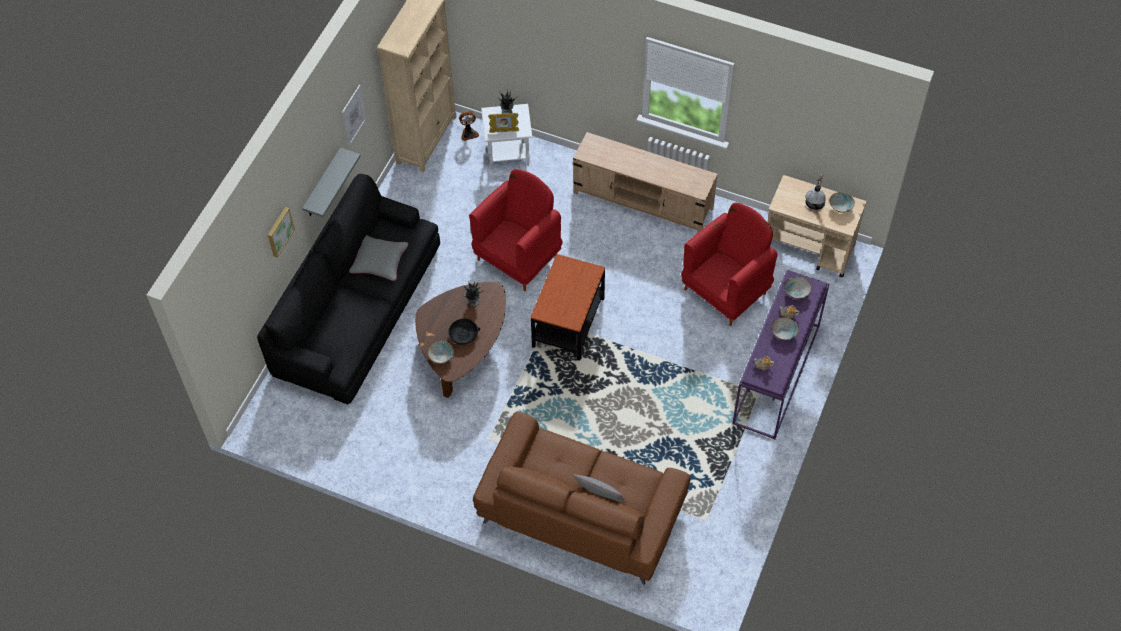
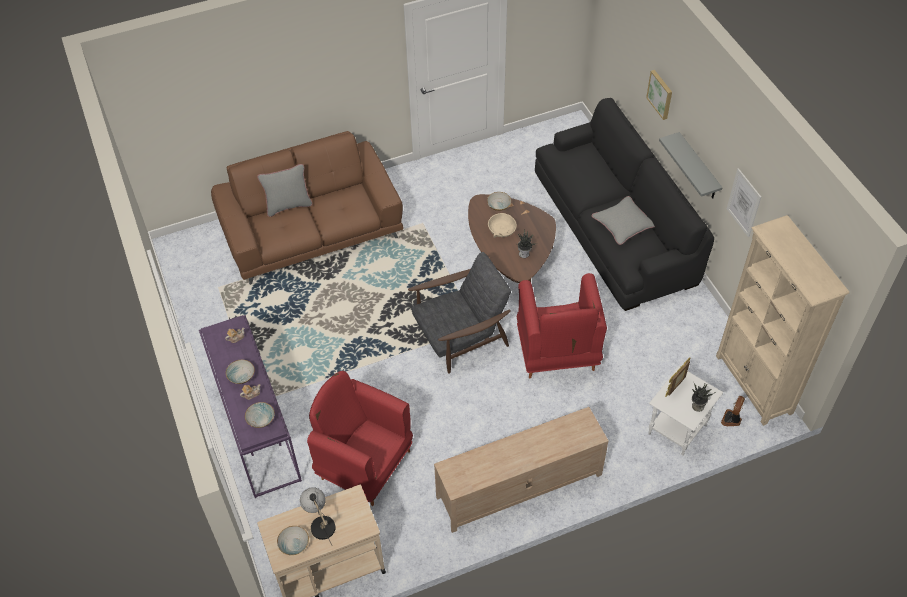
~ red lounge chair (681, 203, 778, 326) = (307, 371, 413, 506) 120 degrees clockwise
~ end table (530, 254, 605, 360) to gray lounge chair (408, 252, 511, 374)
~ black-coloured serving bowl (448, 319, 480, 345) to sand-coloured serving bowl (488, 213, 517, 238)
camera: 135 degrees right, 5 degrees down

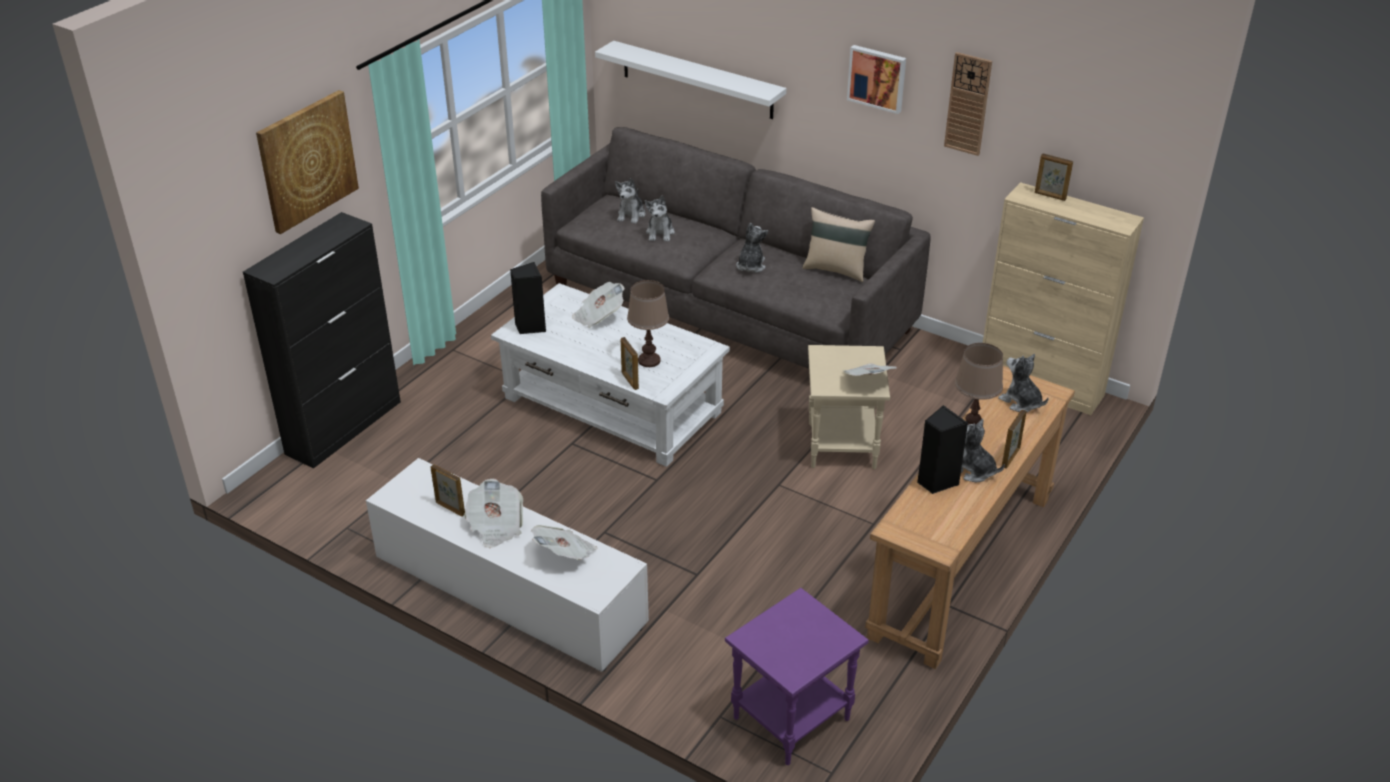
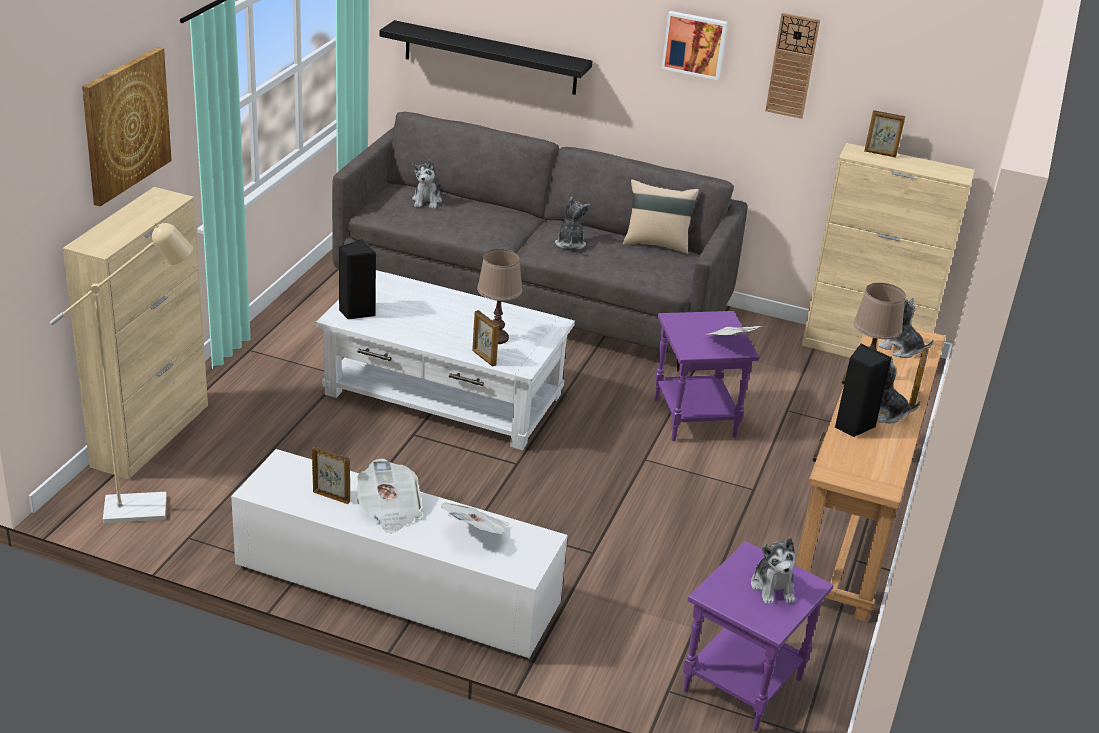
~ whitish wall shelf (595, 41, 786, 119) to black-coloured wall shelf (379, 20, 592, 95)
~ soft toy (645, 196, 675, 242) to (751, 538, 795, 605)
~ black-coloured cabinet (243, 212, 401, 469) to sand-coloured cabinet (63, 187, 208, 479)
- printed paper (572, 282, 625, 328)
~ sand-coloured end table (808, 345, 890, 469) to purple end table (654, 311, 759, 441)
+ sand-coloured floor lamp (50, 222, 193, 523)
camera: 15 degrees left, 5 degrees down

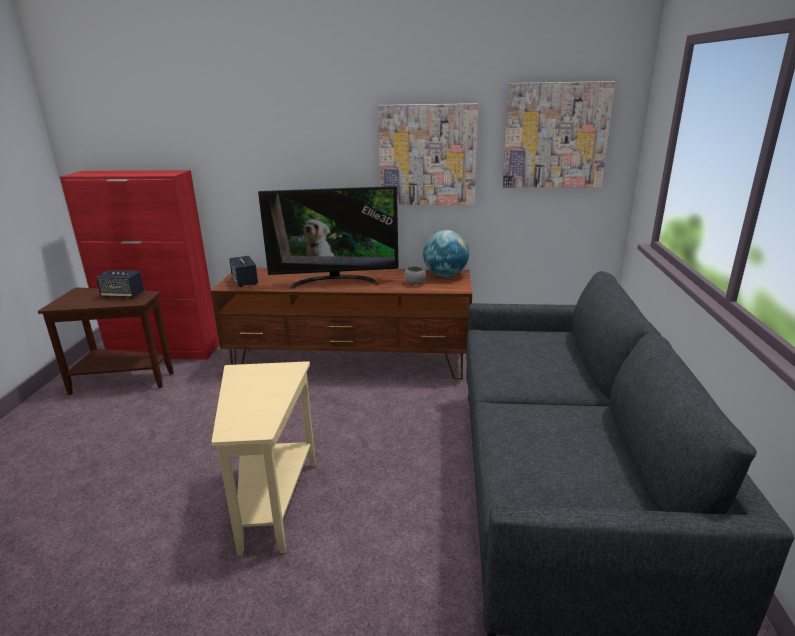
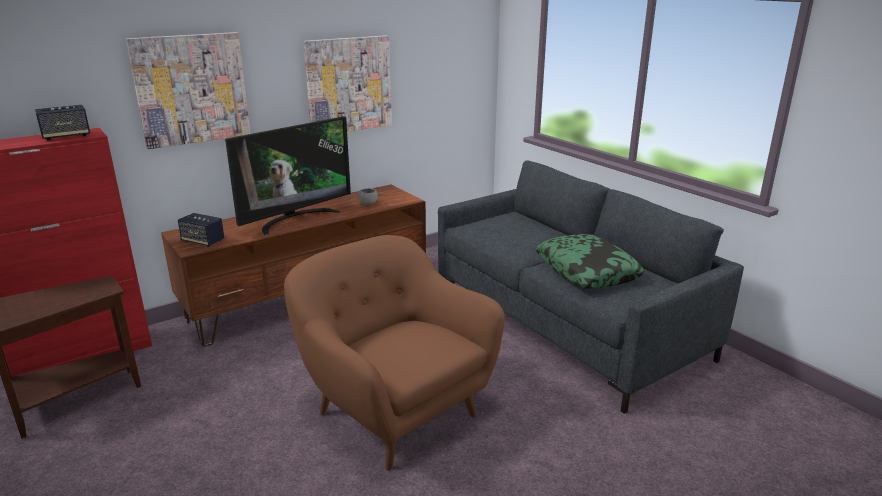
~ picture (503, 81, 615, 187) to (126, 32, 251, 149)
- globe (423, 230, 469, 277)
~ loudspeaker (96, 270, 144, 298) to (35, 105, 90, 140)
~ sand-coloured end table (212, 361, 316, 556) to brownish lounge chair (284, 235, 505, 471)
+ throw pillow (535, 234, 645, 289)
camera: 40 degrees left, 0 degrees up

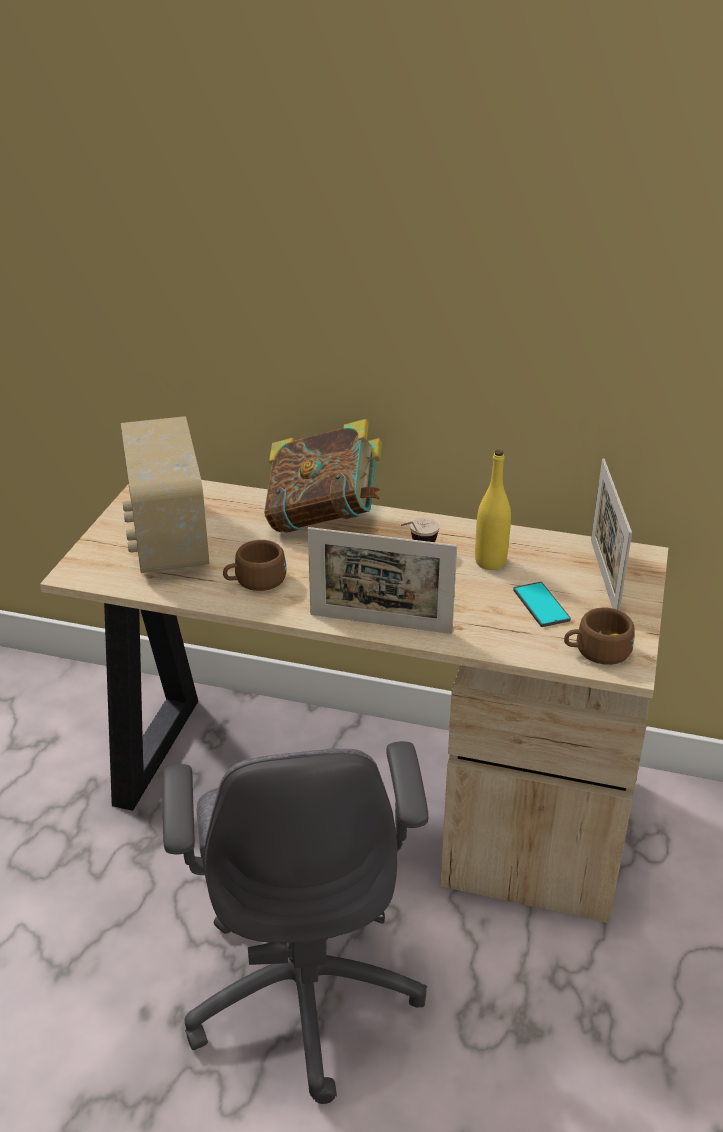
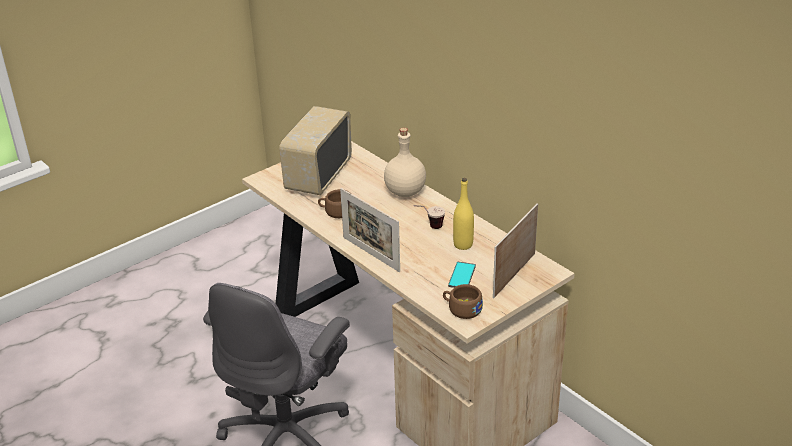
~ bound book (264, 419, 382, 533) to sand-coloured bottle (384, 128, 426, 197)
camera: 35 degrees right, 0 degrees up

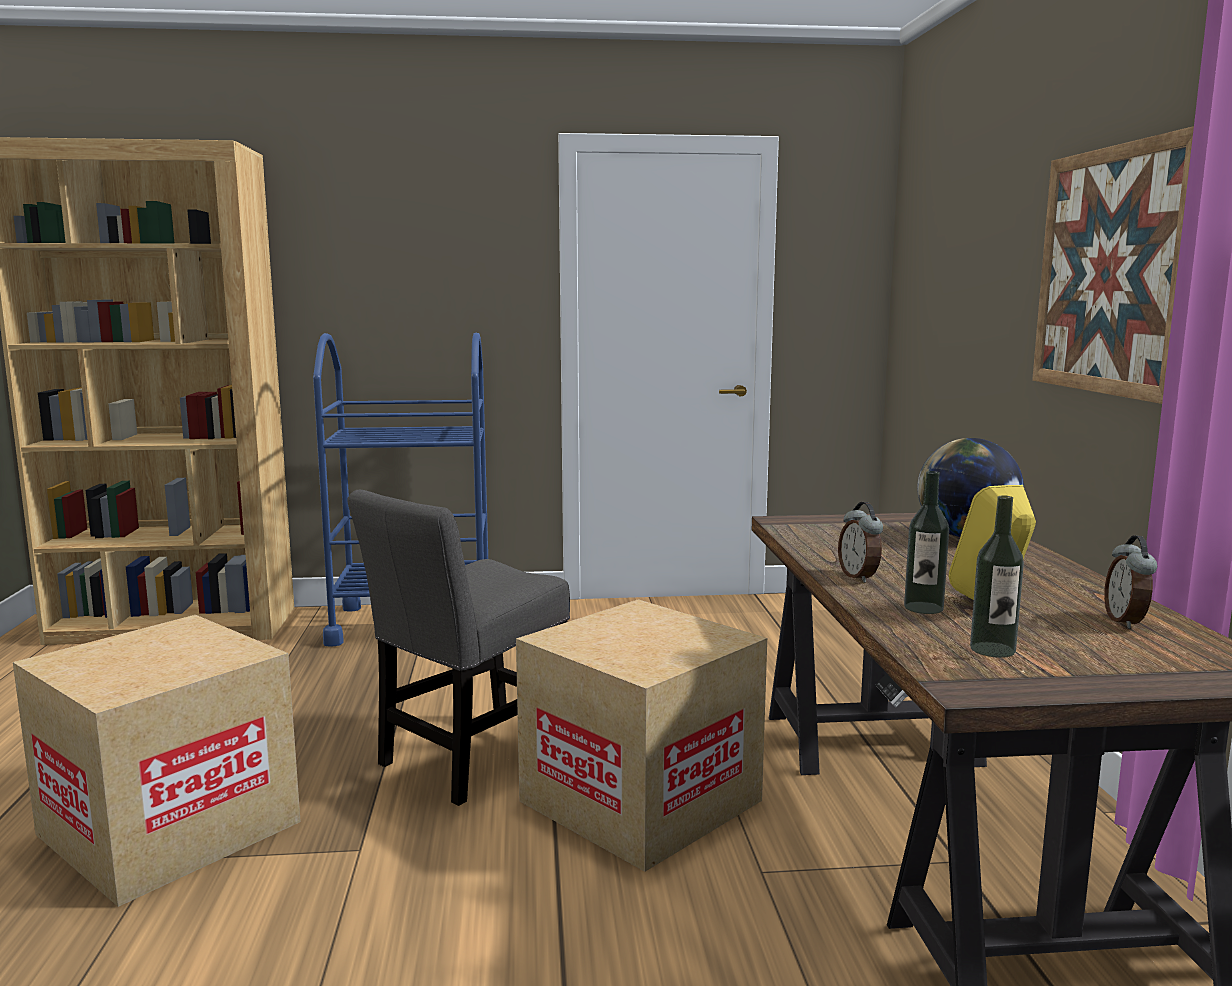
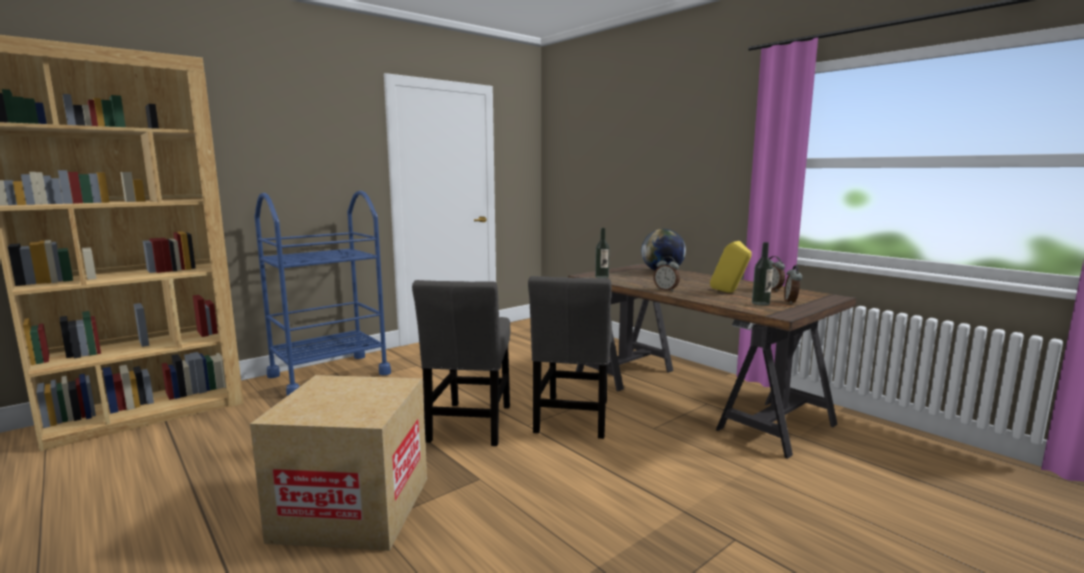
- picture (1032, 126, 1194, 404)
~ bottle (904, 471, 949, 614) to (595, 228, 610, 278)
~ cardboard box (516, 599, 767, 872) to gray upright chair (528, 276, 612, 439)
+ alarm clock (784, 265, 803, 304)
camera: 35 degrees left, 0 degrees up

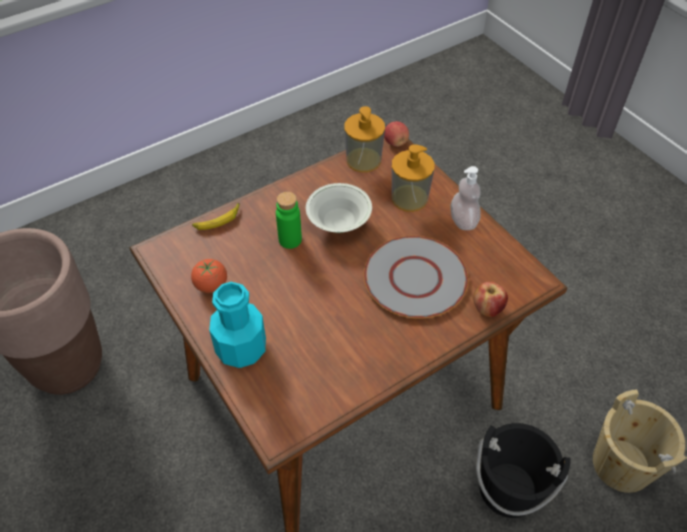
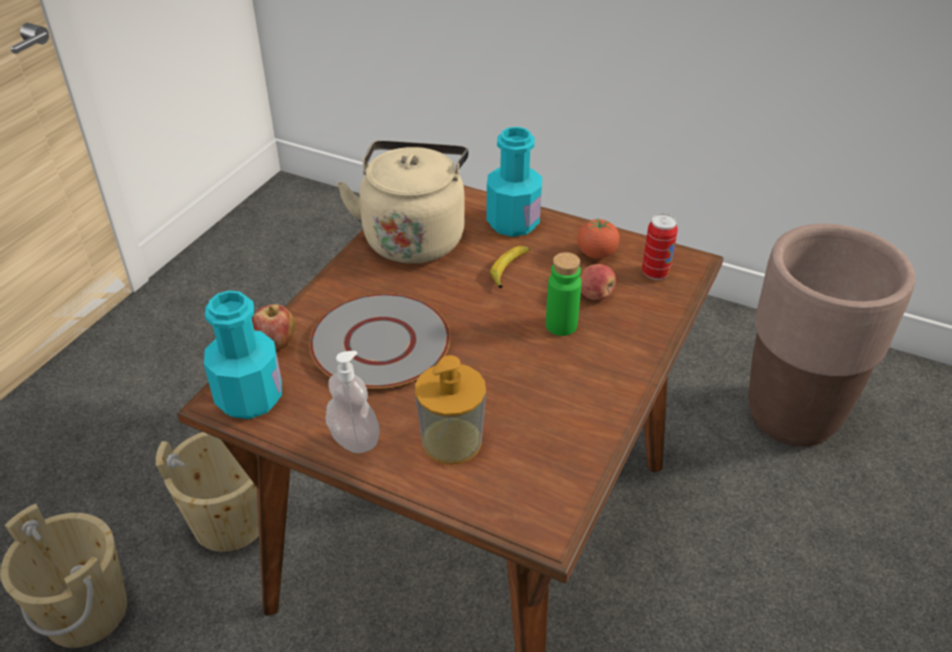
- soap bottle (344, 106, 385, 172)
~ apple fruit (384, 121, 409, 147) to (580, 264, 616, 300)
- whitish serving bowl (306, 183, 372, 233)
~ whole banana (192, 203, 240, 230) to (490, 245, 530, 288)
~ black-coloured bucket (476, 423, 570, 518) to sand-coloured bucket (156, 432, 259, 552)
+ sand-coloured water kettle (337, 140, 468, 264)
+ metal can (642, 214, 678, 280)
+ turquoise bottle (204, 290, 282, 419)
camera: 150 degrees right, 10 degrees down

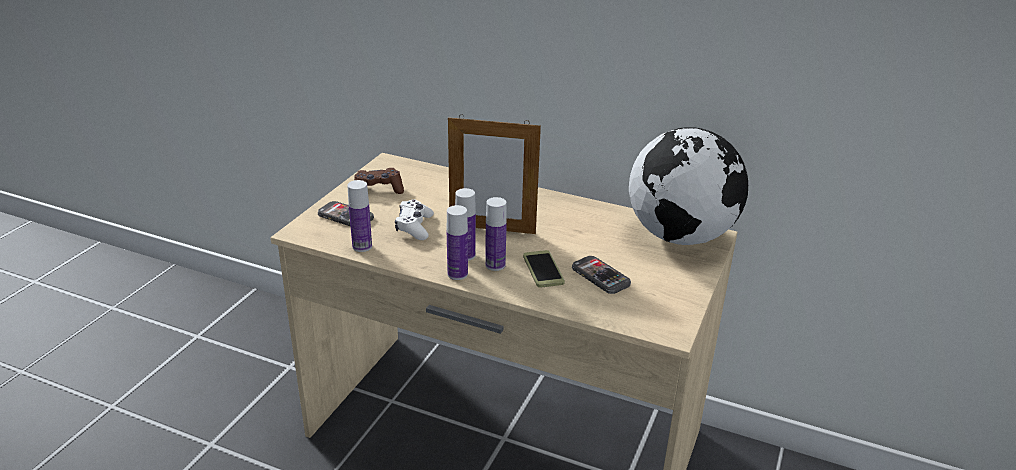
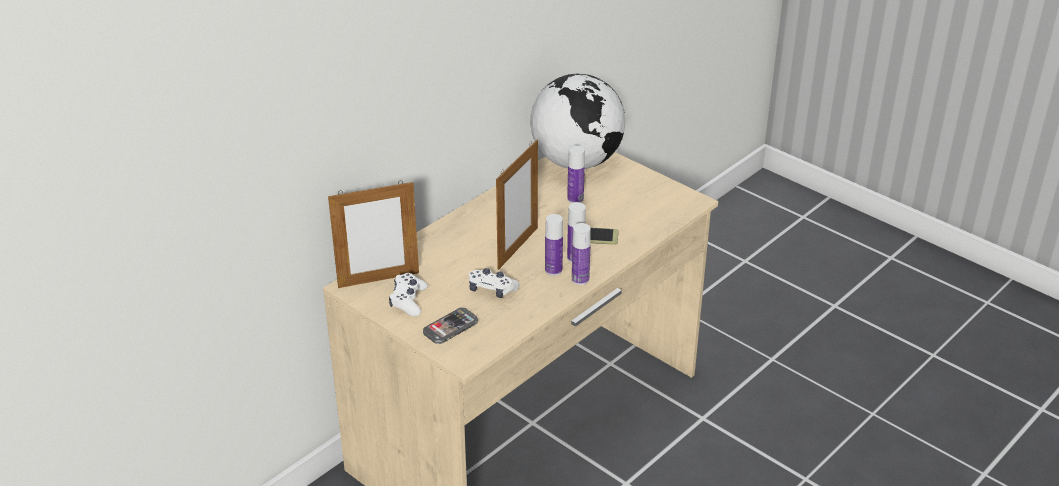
~ brownish joypad (354, 168, 404, 194) to whitish joypad (389, 273, 428, 316)
~ bottle (347, 180, 372, 252) to (567, 145, 585, 203)
- handset (572, 256, 631, 294)
+ photo frame (328, 180, 419, 288)
camera: 70 degrees left, 5 degrees up

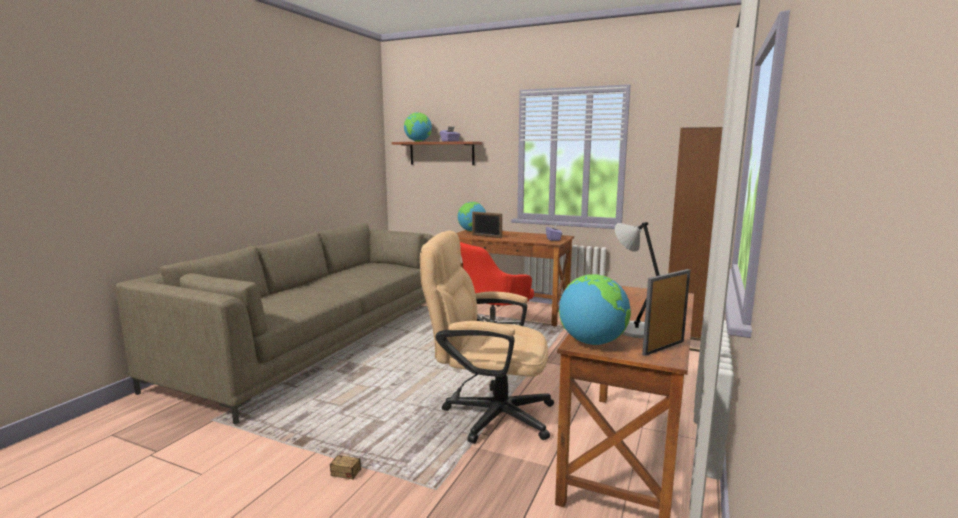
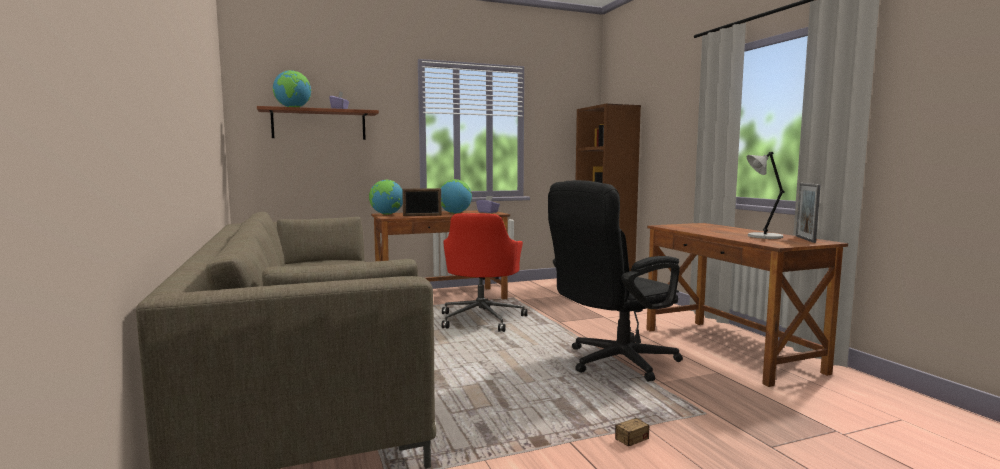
~ sand-coloured computer chair (420, 230, 554, 444) to black-coloured computer chair (548, 180, 683, 381)
~ globe (559, 274, 631, 345) to (440, 179, 472, 214)
camera: 45 degrees left, 5 degrees down

